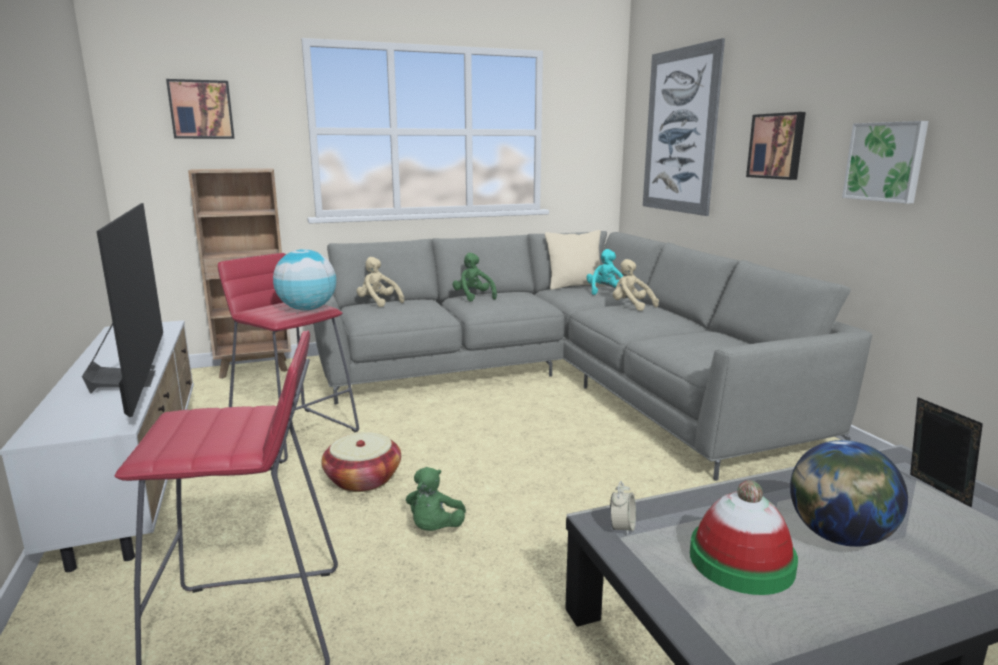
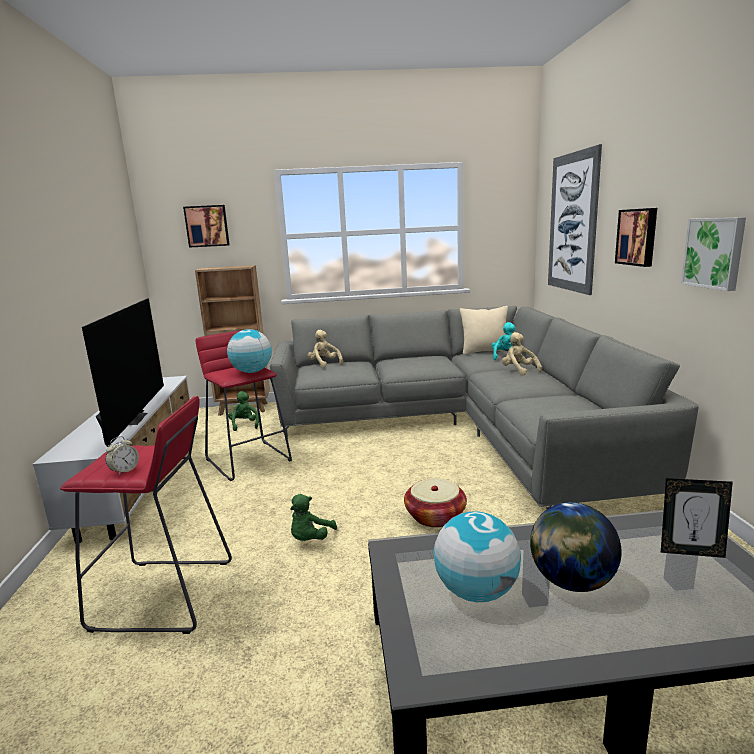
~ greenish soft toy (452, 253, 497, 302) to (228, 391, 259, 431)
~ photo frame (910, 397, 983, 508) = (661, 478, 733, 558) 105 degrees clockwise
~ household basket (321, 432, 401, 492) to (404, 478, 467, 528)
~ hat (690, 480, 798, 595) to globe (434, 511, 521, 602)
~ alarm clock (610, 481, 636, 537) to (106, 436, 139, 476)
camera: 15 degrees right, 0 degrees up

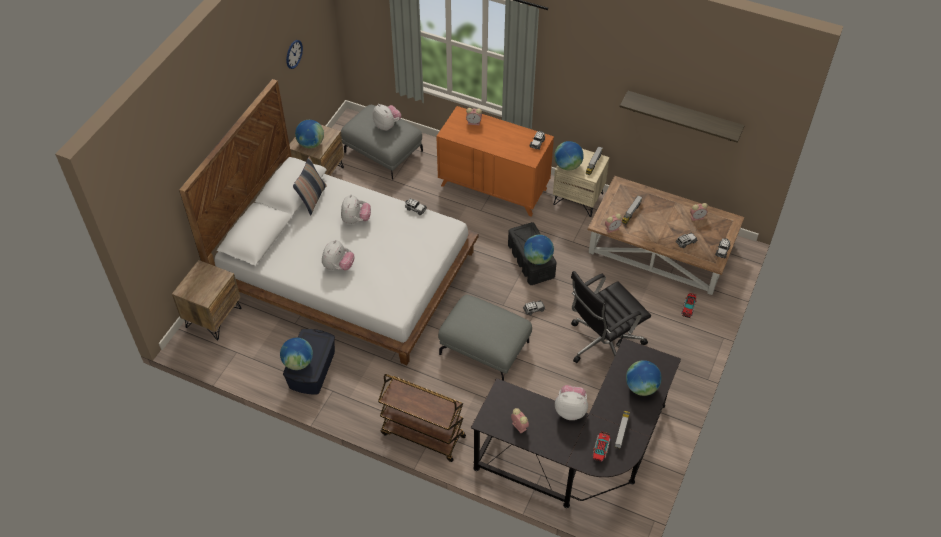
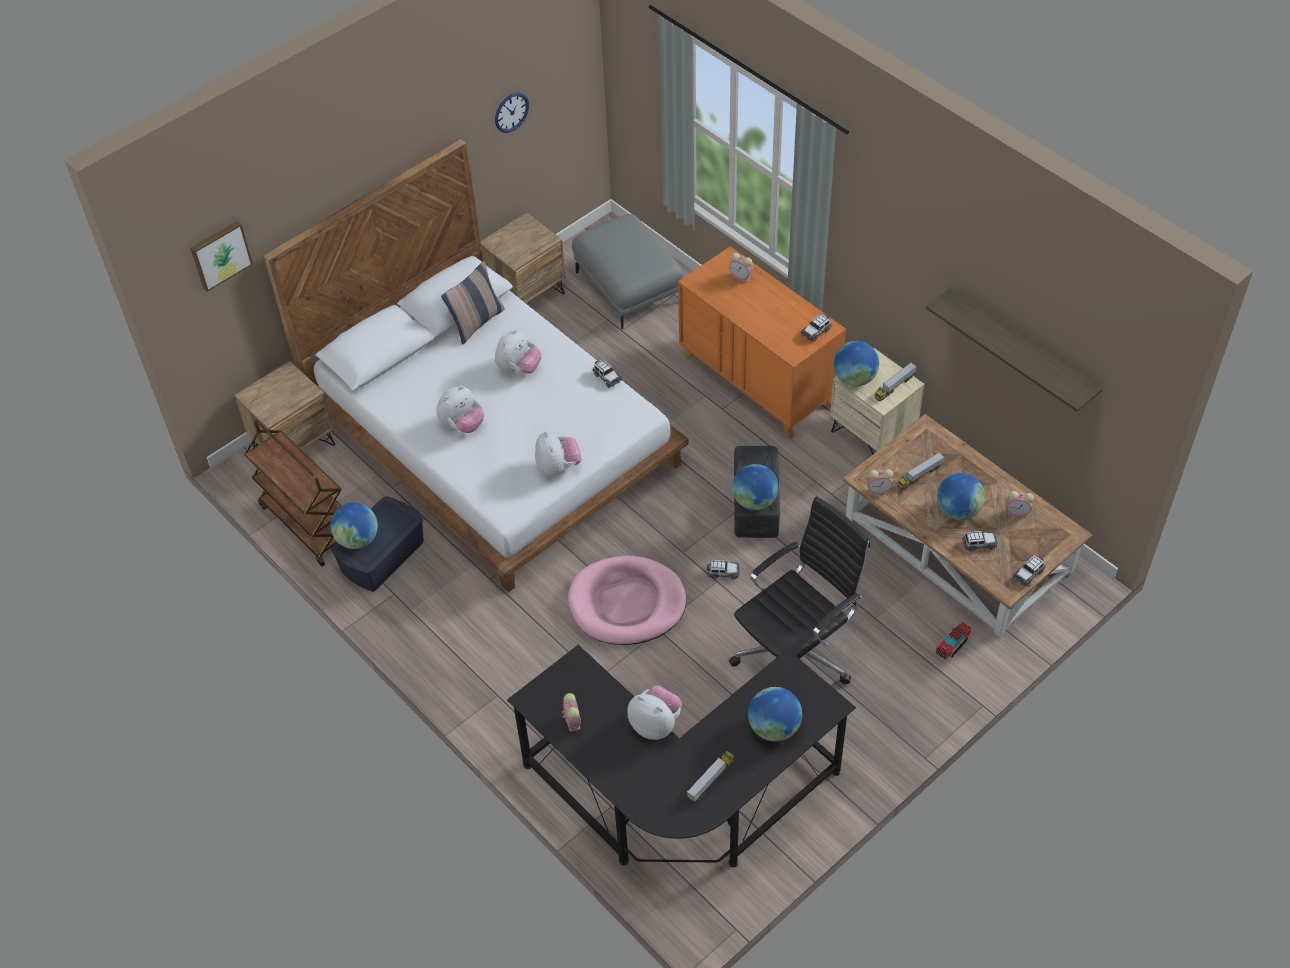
~ soft toy (373, 104, 402, 131) to (535, 432, 582, 476)
~ globe (295, 120, 324, 148) to (937, 473, 985, 520)
~ black-coloured computer chair (571, 271, 651, 363) = (729, 496, 870, 684) 150 degrees clockwise
~ gray pouffe (438, 295, 532, 381) to pink-coloured dog cushion (568, 556, 686, 645)
~ brownish wheeled cart (378, 374, 466, 462) to (244, 419, 342, 566)
- toy lorry (593, 431, 611, 462)
+ picture (190, 221, 253, 292)
camera: 25 degrees right, 0 degrees up

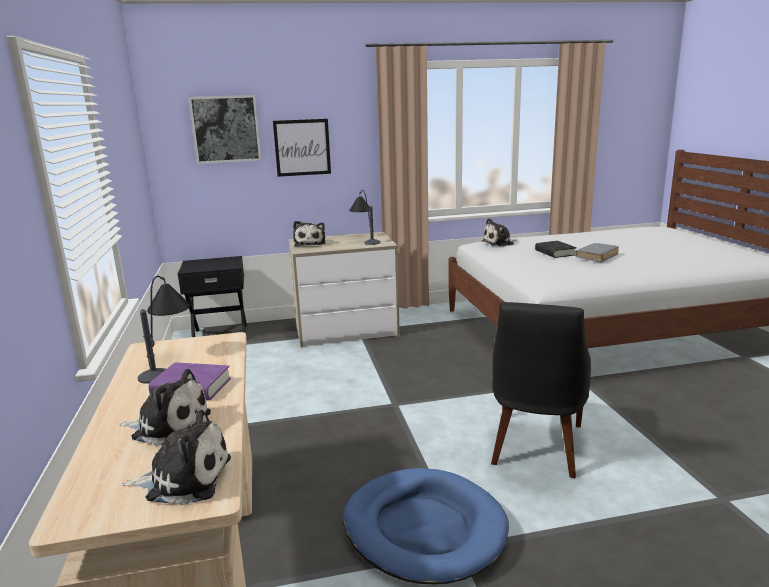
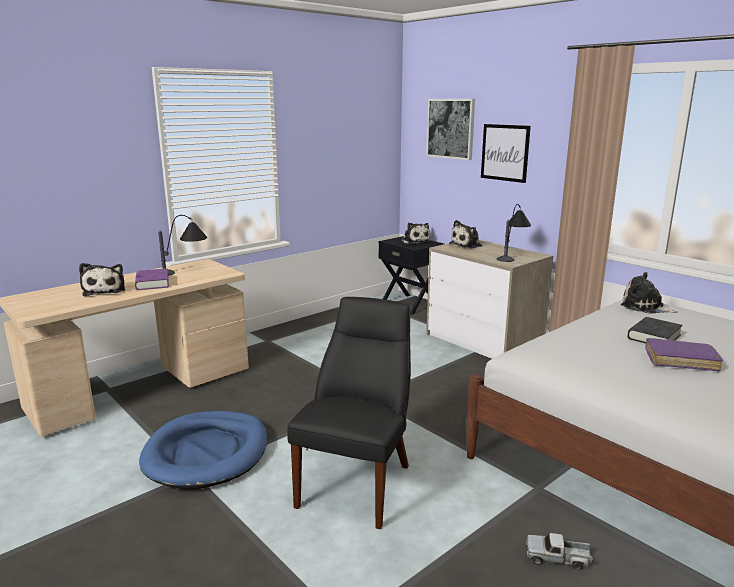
~ gray bound book (575, 243, 619, 263) to purple bound book (645, 338, 723, 372)
~ black-coloured upright chair (491, 302, 591, 478) = (287, 297, 411, 529) 120 degrees clockwise
~ soft toy (122, 410, 231, 505) to (401, 223, 430, 244)
+ toy lorry (526, 533, 593, 570)
camera: 60 degrees right, 0 degrees up

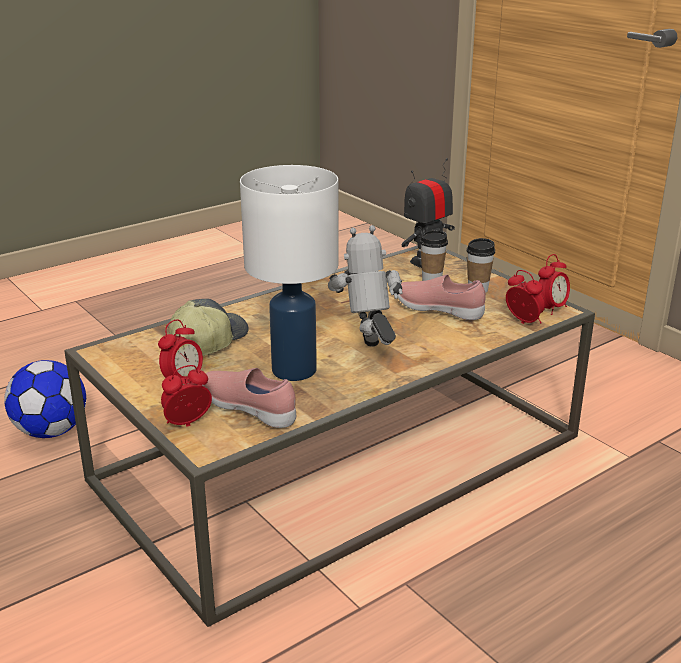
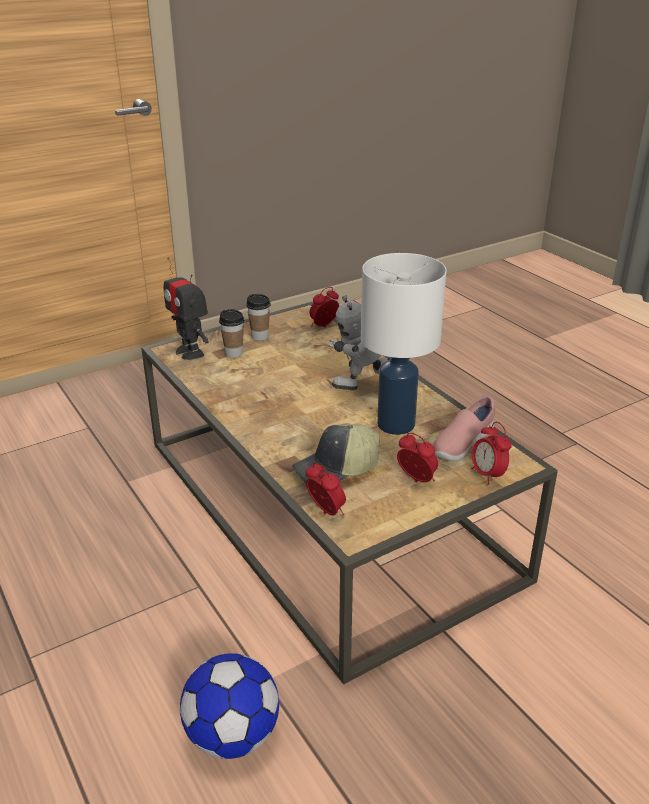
~ alarm clock (538, 254, 570, 315) to (305, 462, 346, 515)
- pink-coloured low shoe (397, 275, 486, 320)
~ baseball cap (169, 299, 248, 356) = (292, 423, 380, 483) 60 degrees counterclockwise
camera: 85 degrees left, 5 degrees up

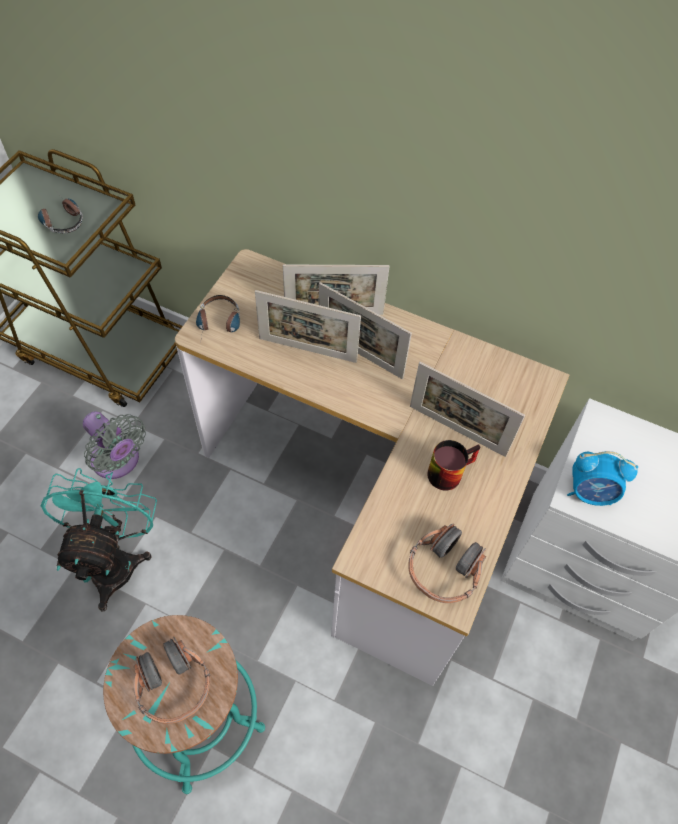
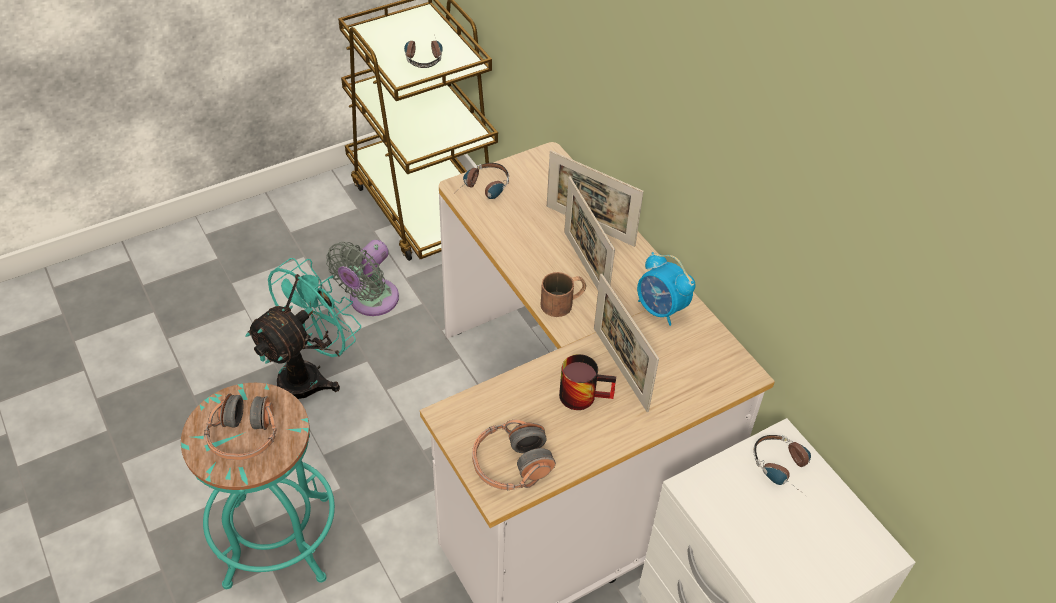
- photo frame (255, 290, 361, 363)
~ gray fan (83, 411, 146, 479) = (326, 240, 399, 316) 45 degrees clockwise
~ alarm clock (567, 451, 638, 506) to (637, 252, 695, 326)
+ brownish coffee mug (541, 272, 586, 317)
+ pair of headphones (753, 435, 811, 494)
camera: 35 degrees right, 10 degrees down

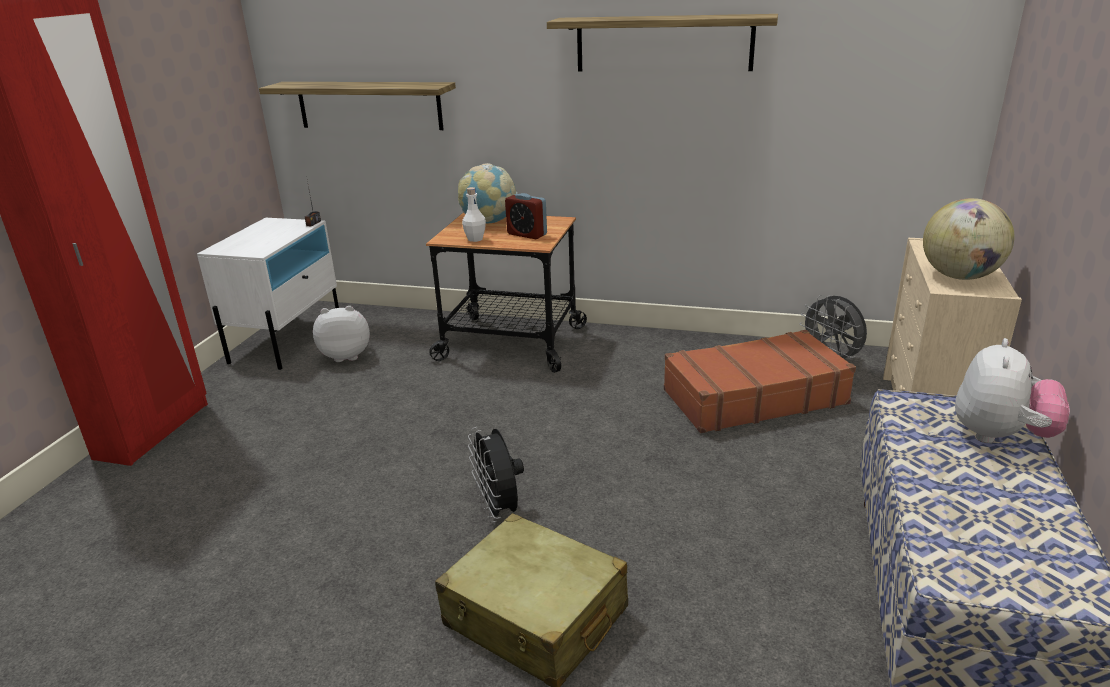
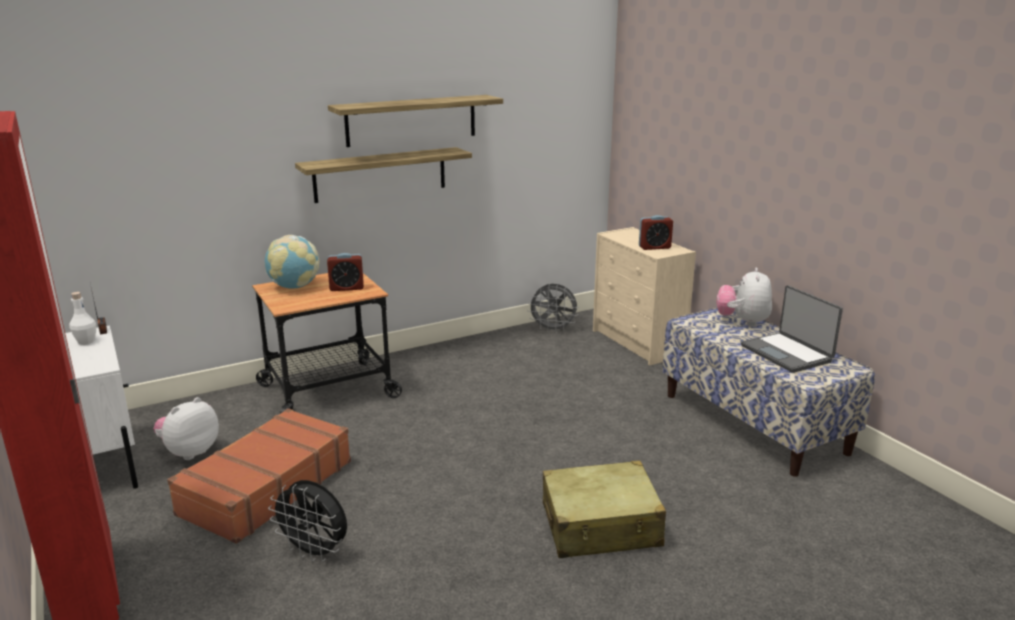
~ wall shelf (259, 82, 456, 130) to (295, 147, 472, 203)
~ whitish bottle (462, 187, 486, 242) to (69, 292, 96, 345)
~ globe (923, 198, 1014, 280) to alarm clock (639, 215, 673, 250)
~ brownish piece of luggage (664, 330, 856, 433) to (167, 408, 351, 544)
~ soft toy (955, 338, 1070, 443) = (717, 268, 772, 327) 150 degrees counterclockwise
~ black-coloured fan (468, 427, 524, 523) to (268, 480, 347, 562)
+ notebook computer (741, 285, 843, 373)
camera: 45 degrees left, 5 degrees down

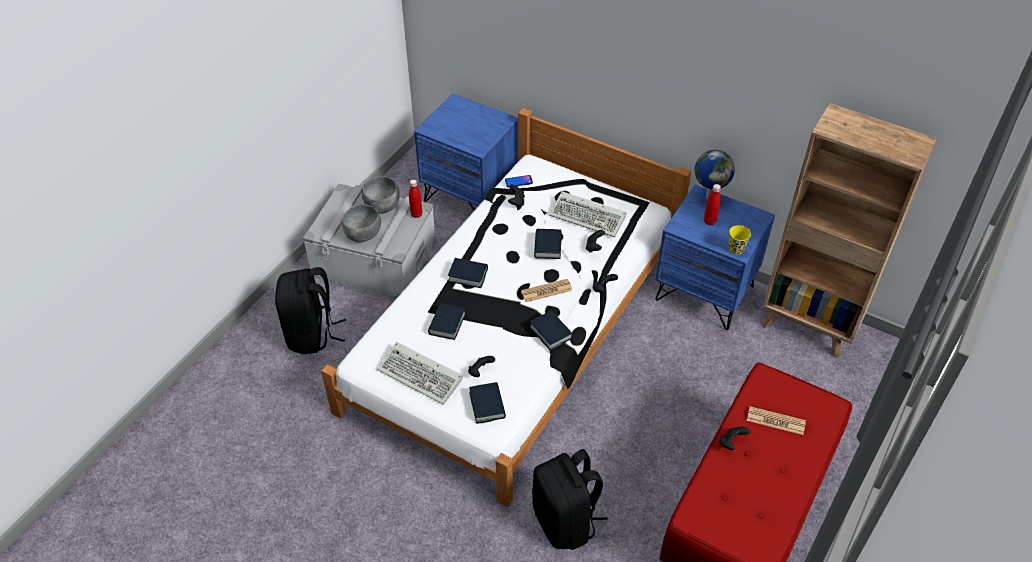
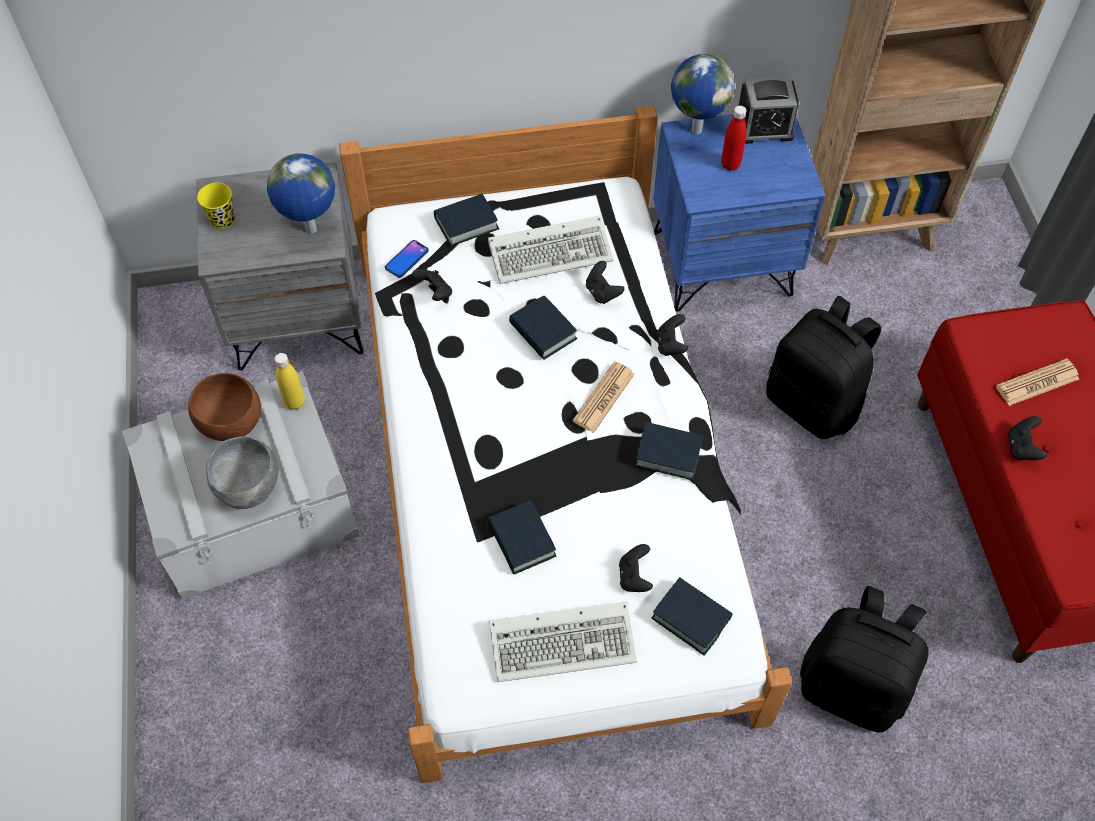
~ blue-coloured night table (414, 93, 518, 211) to gray night table (196, 162, 364, 370)
~ gray serving bowl (362, 176, 400, 214) to brownish serving bowl (188, 373, 261, 441)
~ red bottle (409, 179, 422, 218) to yellowish bottle (274, 353, 305, 410)
~ yellowish cup (729, 225, 751, 255) to (197, 183, 235, 229)
~ bound book (448, 258, 488, 288) to (434, 194, 499, 246)
~ black-coloured backpack (275, 267, 346, 354) to (766, 296, 881, 439)
+ alarm clock (739, 76, 799, 144)
+ globe (267, 153, 335, 234)
camera: 40 degrees left, 10 degrees up

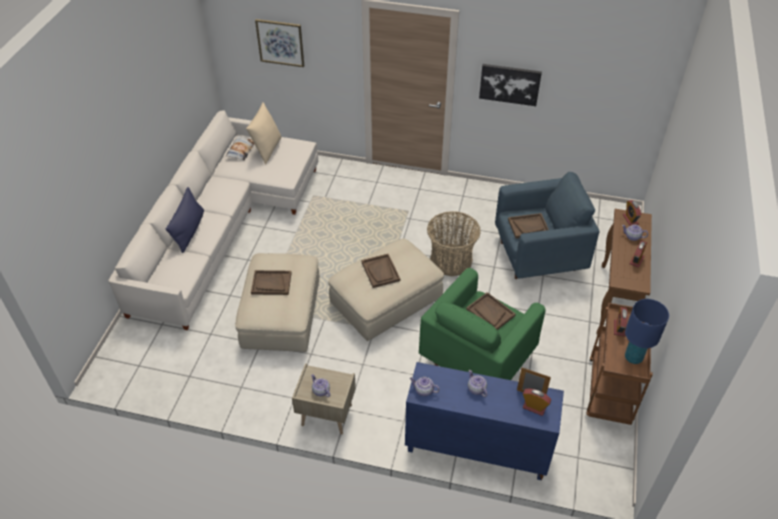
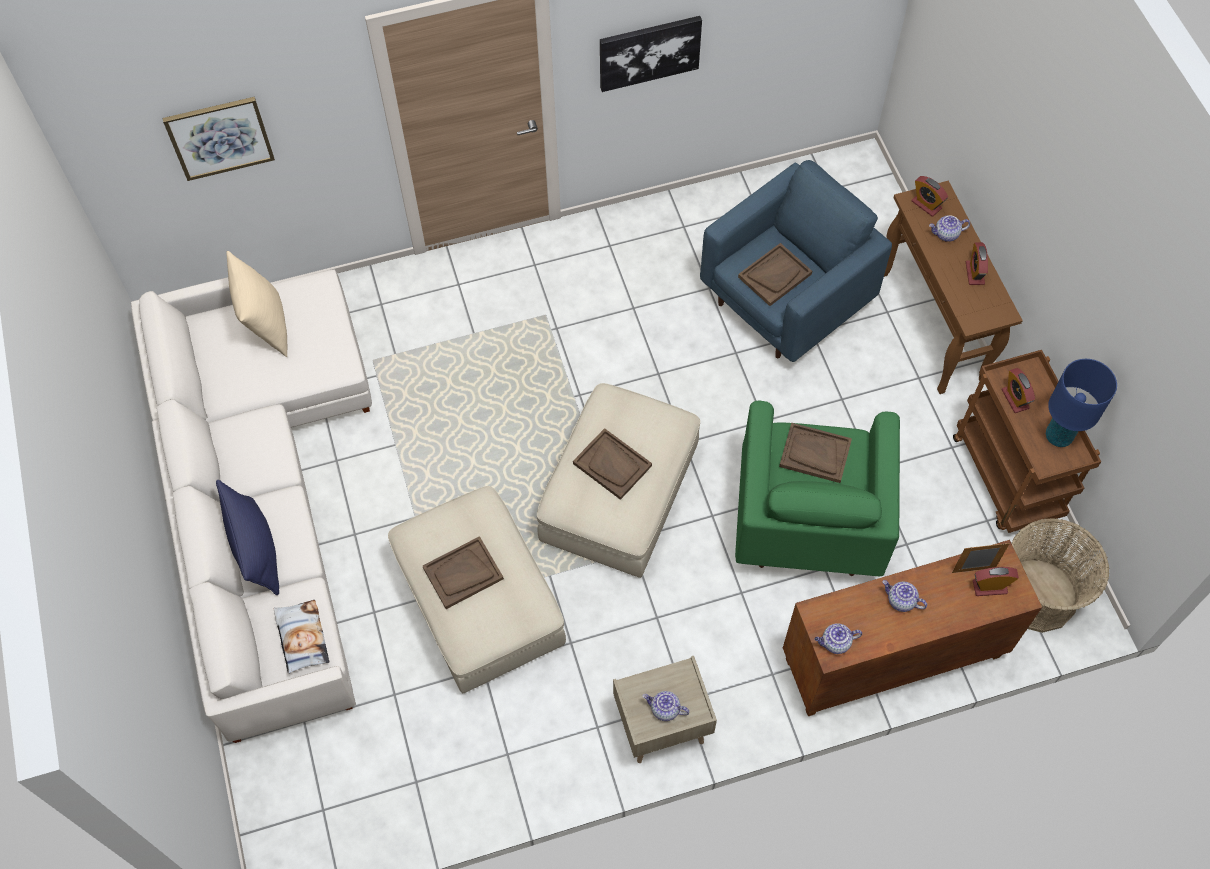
~ throw pillow (226, 135, 254, 161) to (274, 600, 330, 674)
~ household basket (427, 212, 481, 276) to (1011, 518, 1109, 633)
~ blue-coloured cabinet (405, 362, 564, 480) to brownish cabinet (783, 540, 1042, 716)
camera: 30 degrees left, 15 degrees up

